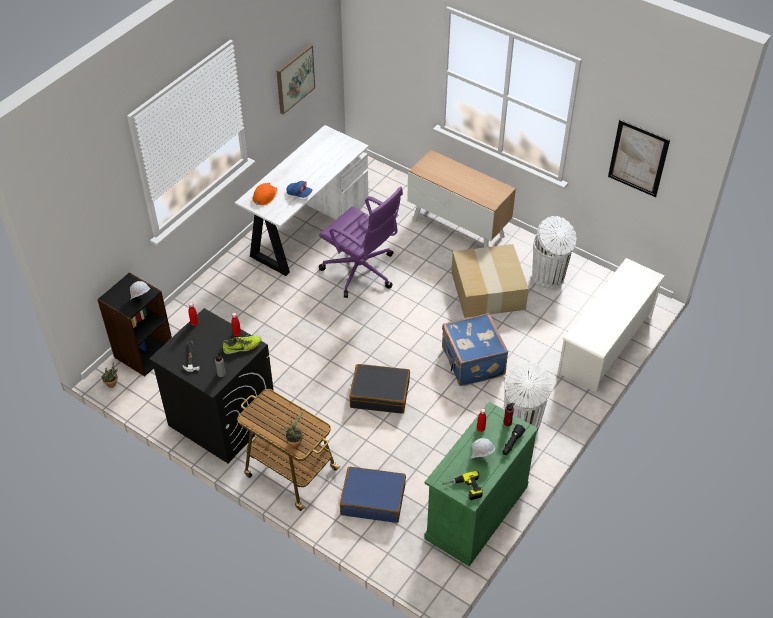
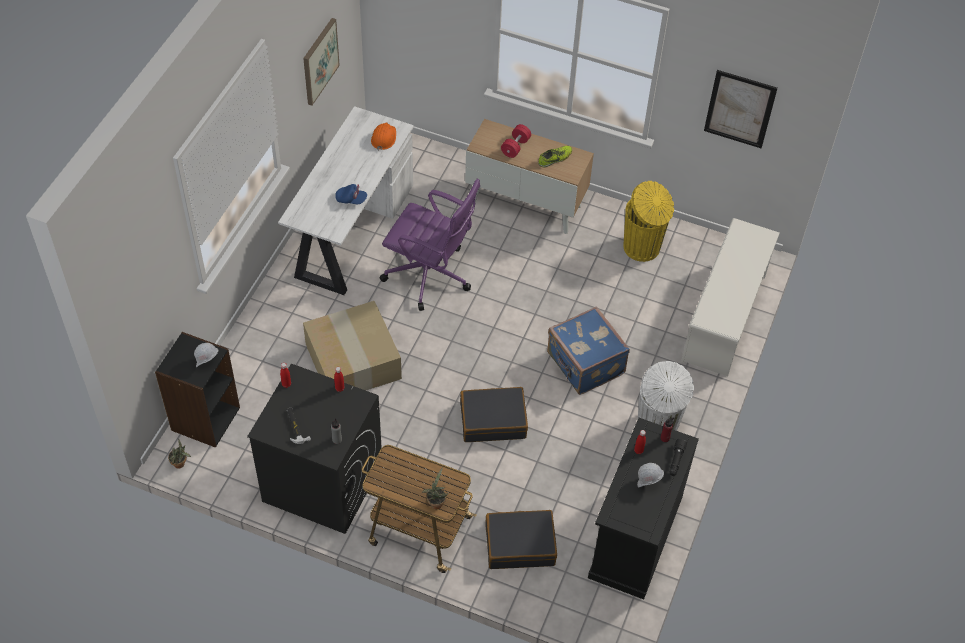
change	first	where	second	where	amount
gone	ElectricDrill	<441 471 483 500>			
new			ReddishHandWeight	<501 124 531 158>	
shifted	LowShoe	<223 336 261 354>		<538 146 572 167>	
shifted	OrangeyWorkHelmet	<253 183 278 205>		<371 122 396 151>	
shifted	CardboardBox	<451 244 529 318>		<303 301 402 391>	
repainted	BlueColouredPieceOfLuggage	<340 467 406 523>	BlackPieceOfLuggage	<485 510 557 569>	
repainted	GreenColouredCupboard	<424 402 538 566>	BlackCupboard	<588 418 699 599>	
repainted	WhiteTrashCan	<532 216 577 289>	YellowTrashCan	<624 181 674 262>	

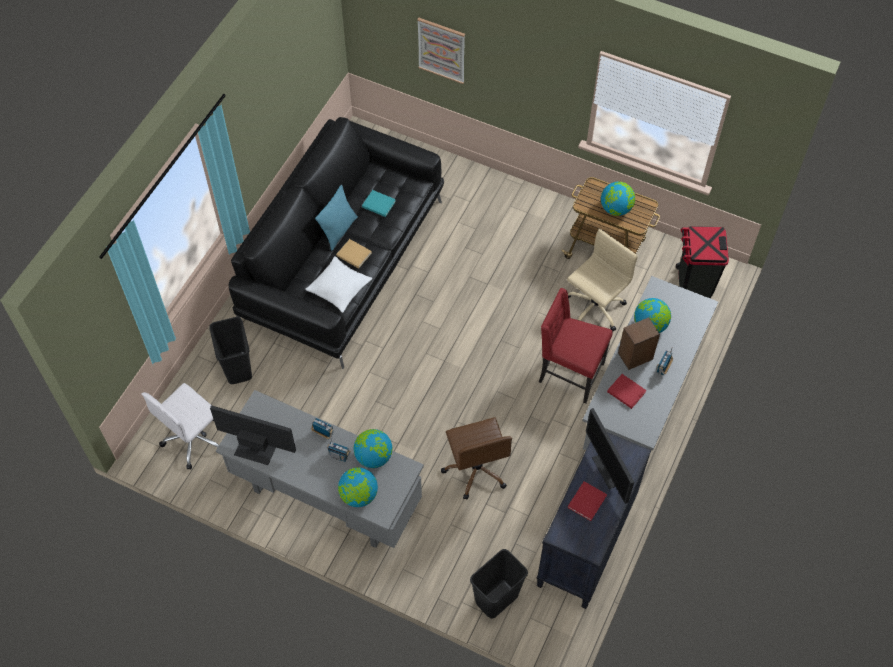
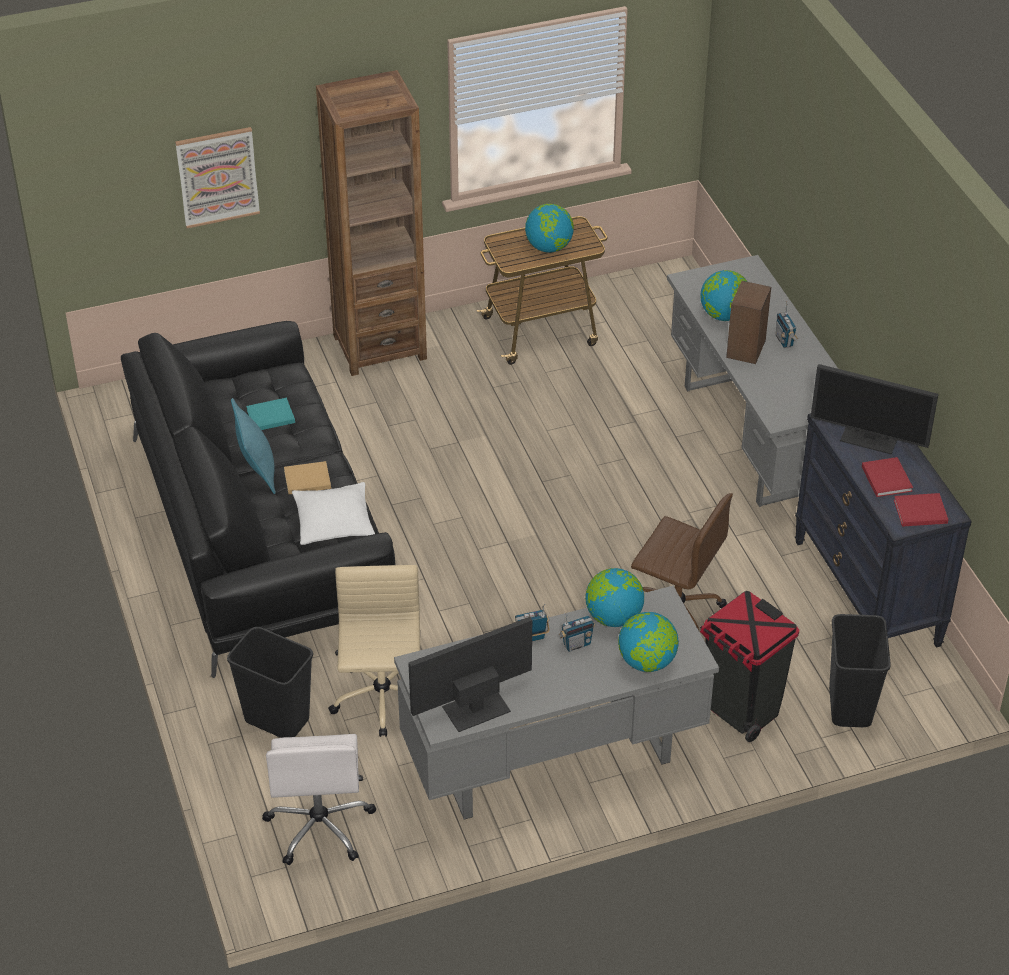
change	first	where	second	where	amount
gone	ReddishPlainChair	<539 288 613 403>			
new			BrownBookshelf	<316 70 427 376>	
shifted	SandColouredOfficeChair	<567 229 638 331>		<328 565 420 737>	
shifted	ReddishBoundBook	<607 374 646 409>		<894 493 949 527>	
shifted	BlackTrashCan	<676 226 729 299>		<700 591 799 742>	

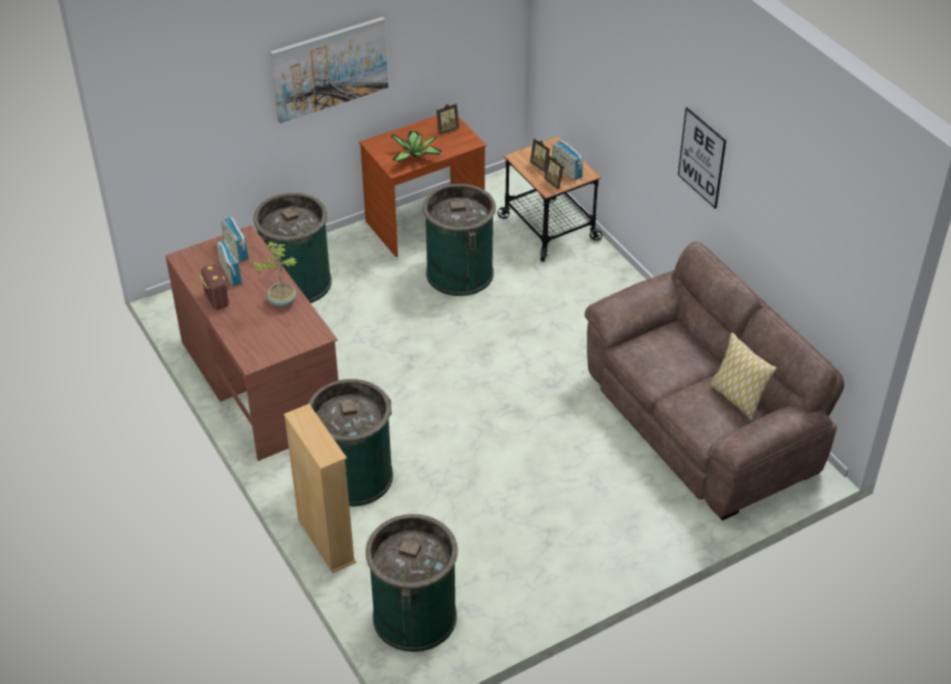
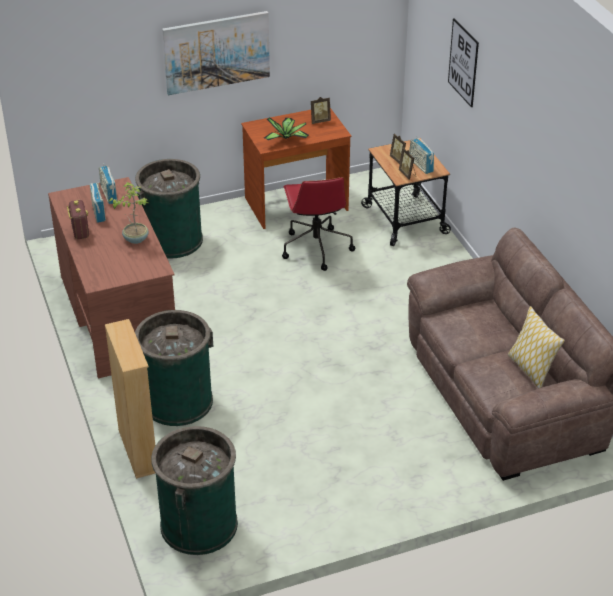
change	first	where	second	where	amount
shifted	WallPicture	<678 107 726 209>		<448 18 479 107>	
swapped	GreenColouredTrashCan	<423 184 496 296>	ReddishOfficeChair	<282 177 355 271>	

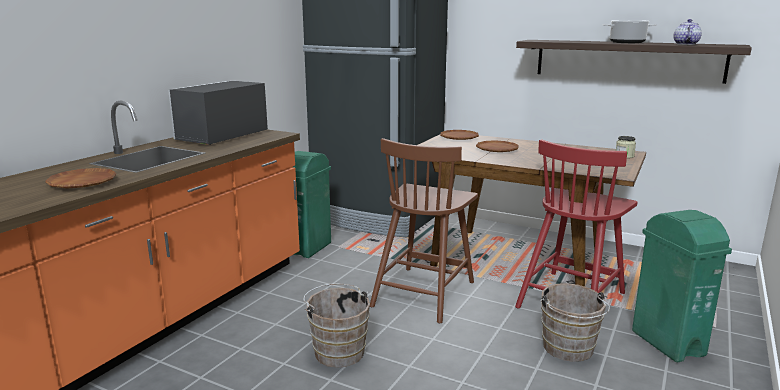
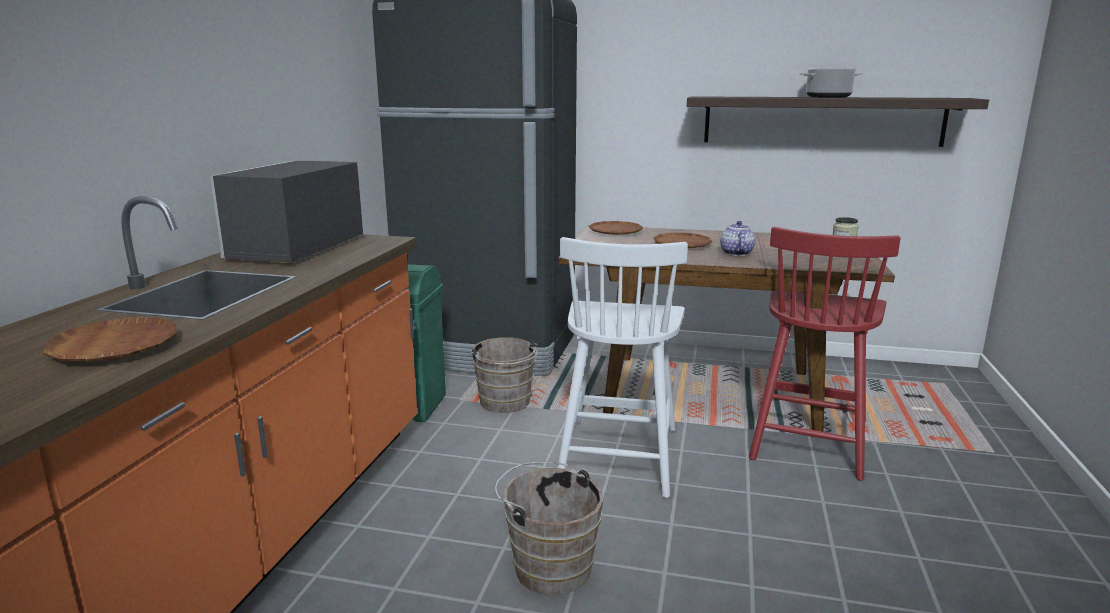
change	first	where	second	where	amount
gone	GreenColouredTrashCan	<632 210 732 362>			
shifted	BrownPail	<540 283 610 362>		<469 337 538 413>	
shifted	TeaPot	<674 19 702 45>		<720 221 755 256>	
repainted	BrownPlainChair	<370 138 478 323>	WhitePlainChair	<557 237 688 498>	

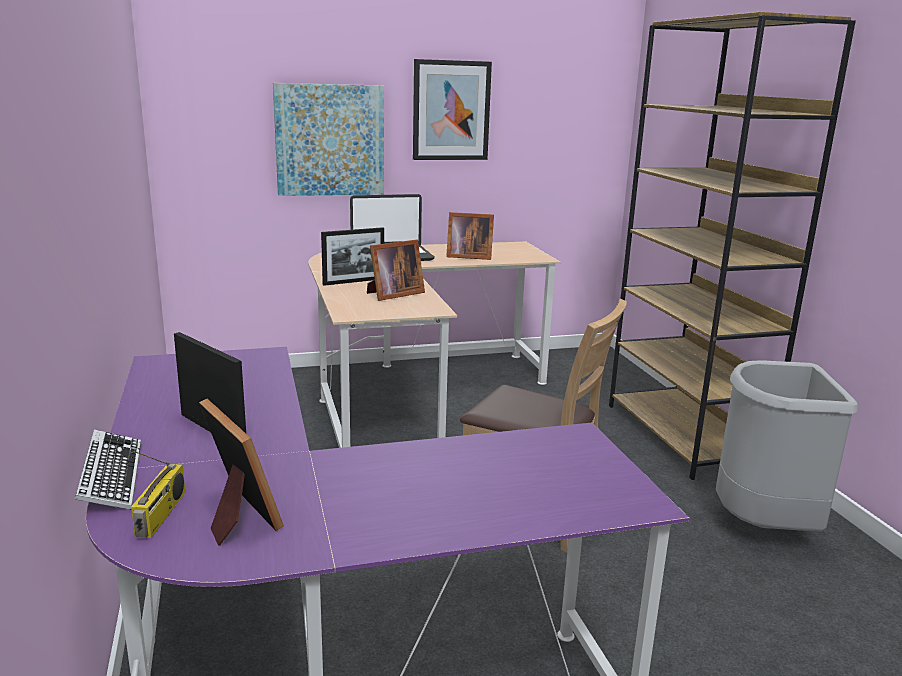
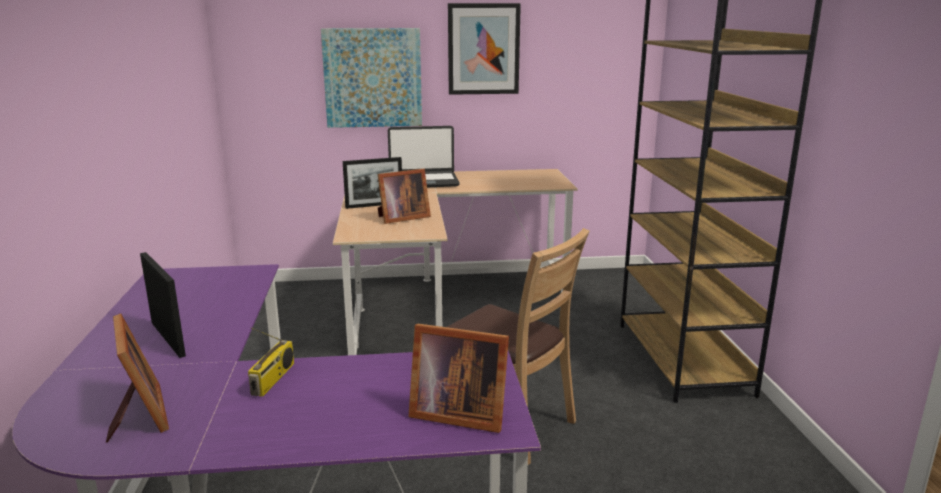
change	first	where	second	where	amount
gone	PcKeyboard	<75 430 141 510>			
gone	GreyTrashCan	<716 361 858 532>			
shifted	RadioSet	<131 451 185 538>		<248 327 294 397>	
shifted	PhotoFrame	<446 212 494 260>		<408 324 509 433>	

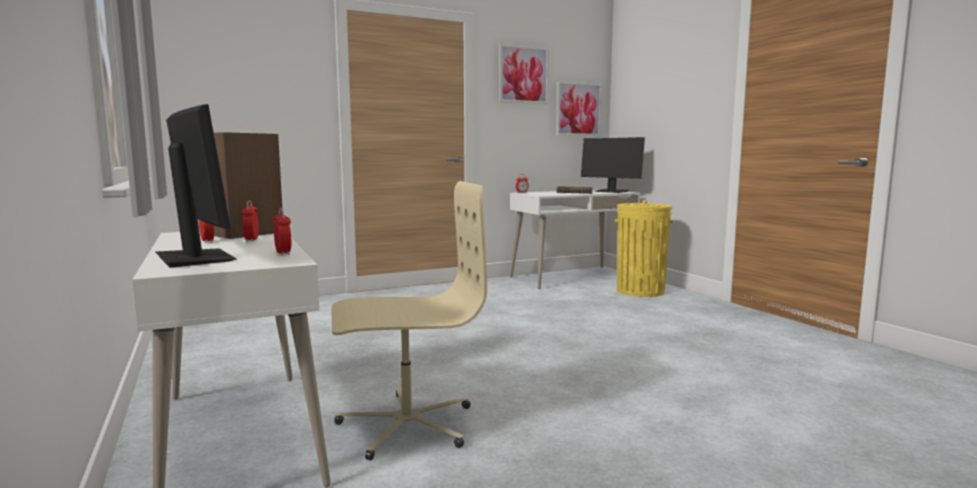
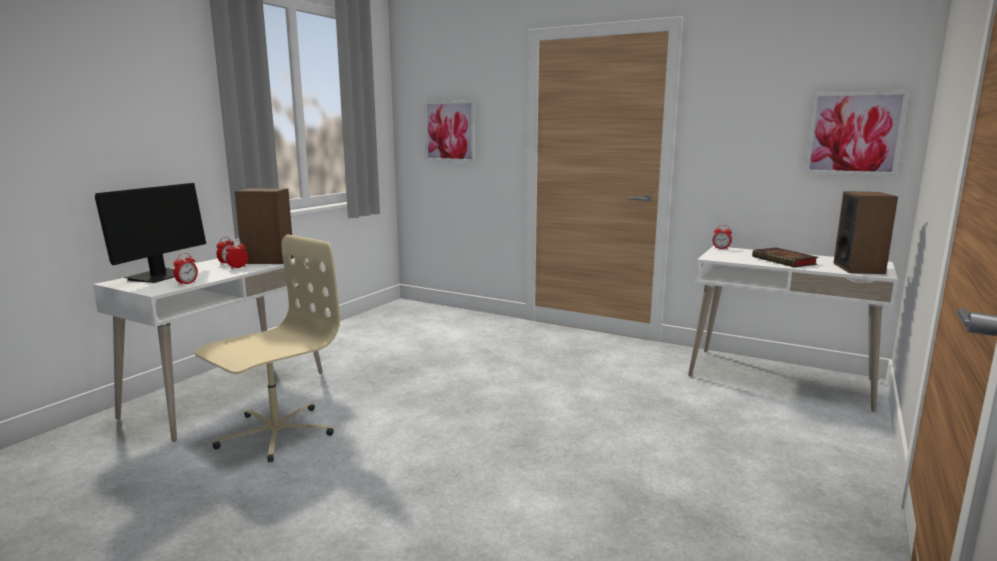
change	first	where	second	where	amount
gone	YellowTrashCan	<615 200 673 297>			
shifted	WallPicture	<499 44 549 104>		<424 101 475 162>	
swapped	ComputerDisplay	<581 137 645 193>	Speaker	<833 191 898 274>	
rotated	SandColouredOfficeChair	<331 181 487 460>		<195 234 340 462>	90 degrees counterclockwise

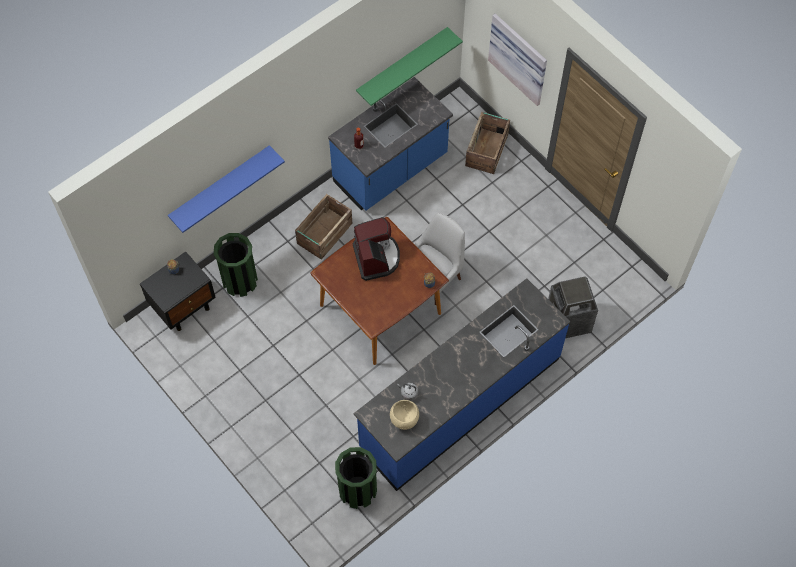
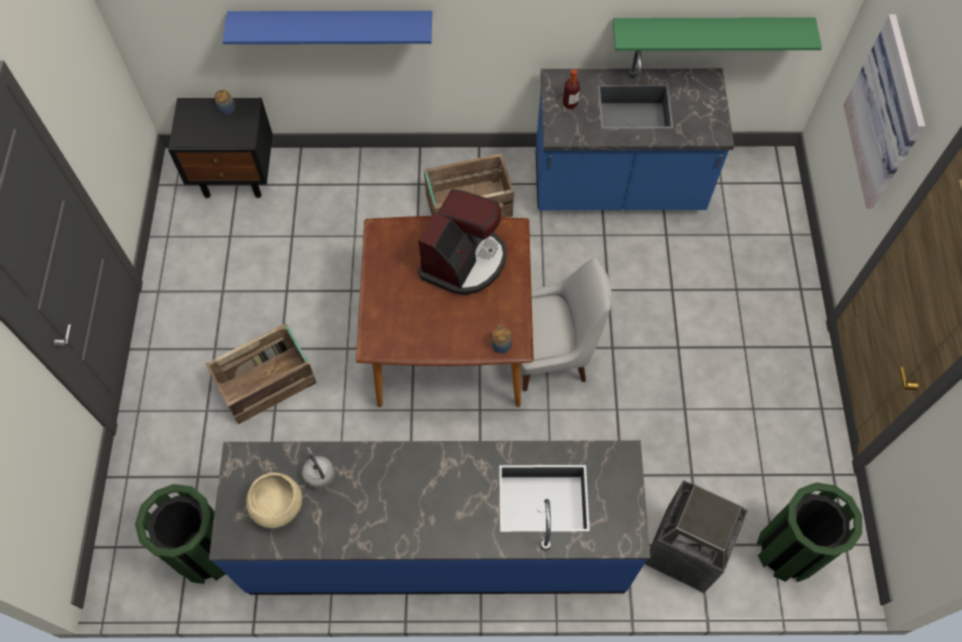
change	first	where	second	where	amount
shifted	GreenColouredTrashCan	<214 233 258 297>		<757 482 862 582>	
shifted	ShippingCrate	<465 112 510 174>		<206 323 317 424>	

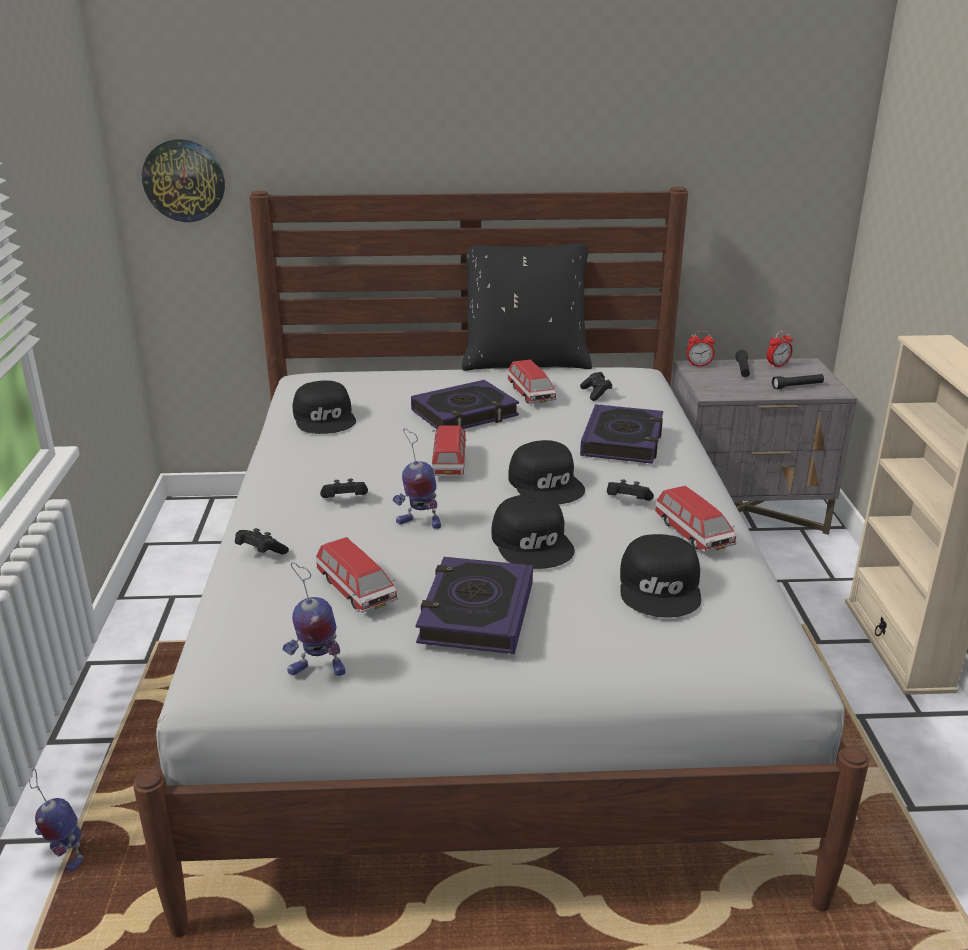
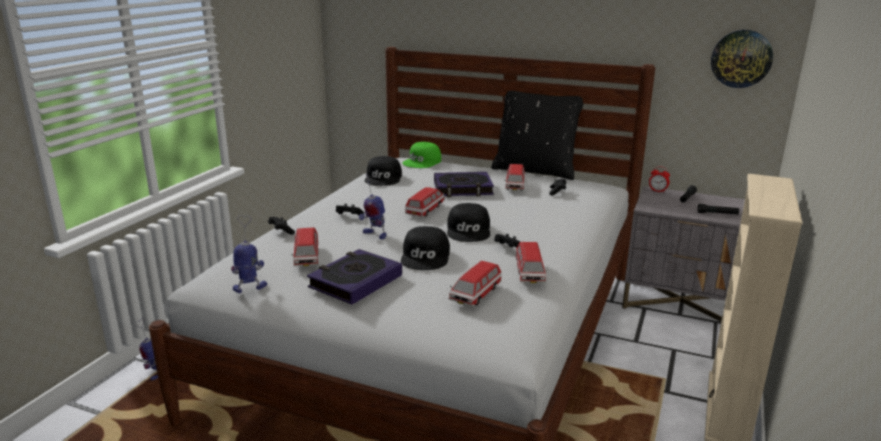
change	first	where	second	where	amount
gone	BoundBook	<580 404 663 464>			
gone	AlarmClock	<767 331 793 368>			
new			GreenColouredPeakedCap	<402 142 441 168>	
shifted	WallClock	<142 139 225 222>		<711 30 773 88>	
swapped	BlackPeakedCap	<620 534 702 618>	ModelCar	<448 261 502 306>	
rotated	ToyRobot	<283 562 346 676>		<231 215 267 293>	135 degrees clockwise

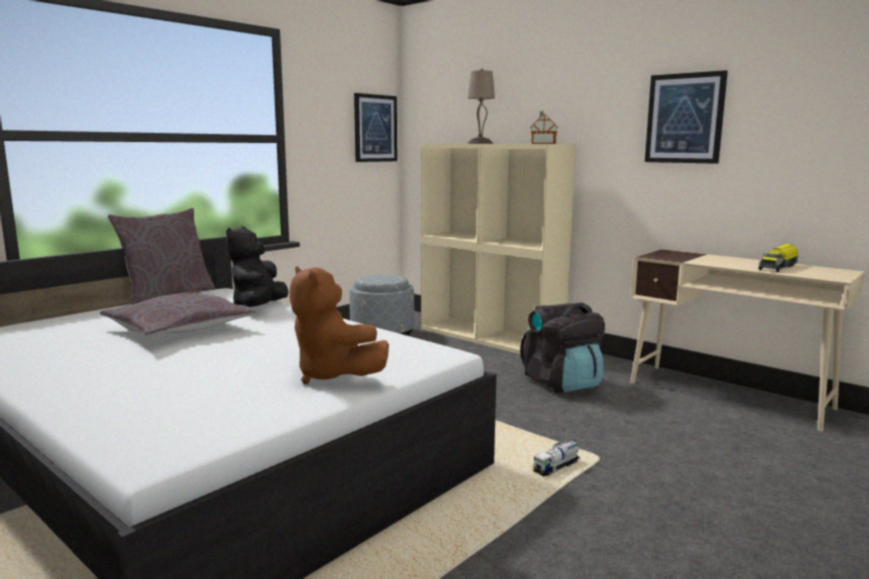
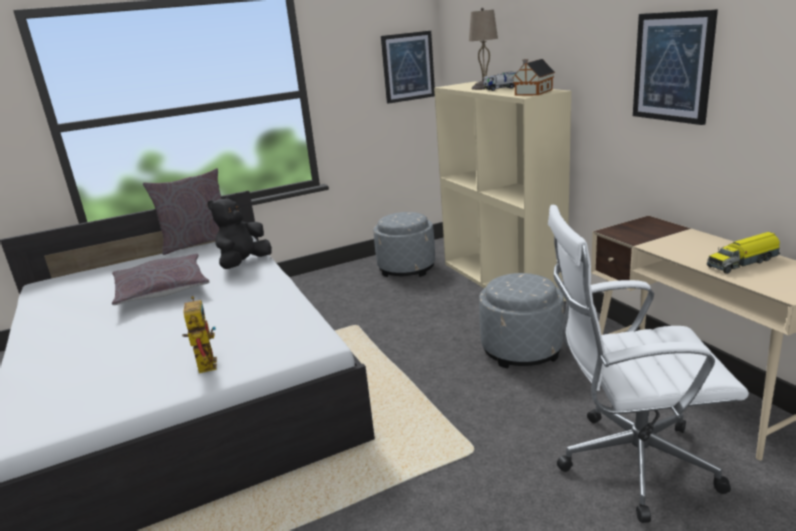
change	first	where	second	where	amount
new			WhiteOfficeChair	<548 204 749 523>	
shifted	ModelTruck	<533 439 580 476>		<483 71 517 91>	
swapped	BrownSoftToy	<289 266 389 384>	ToyRobot	<182 296 217 373>	
swapped	BlackKnapsack	<520 303 605 393>	GreyFootrest	<479 273 564 368>	

